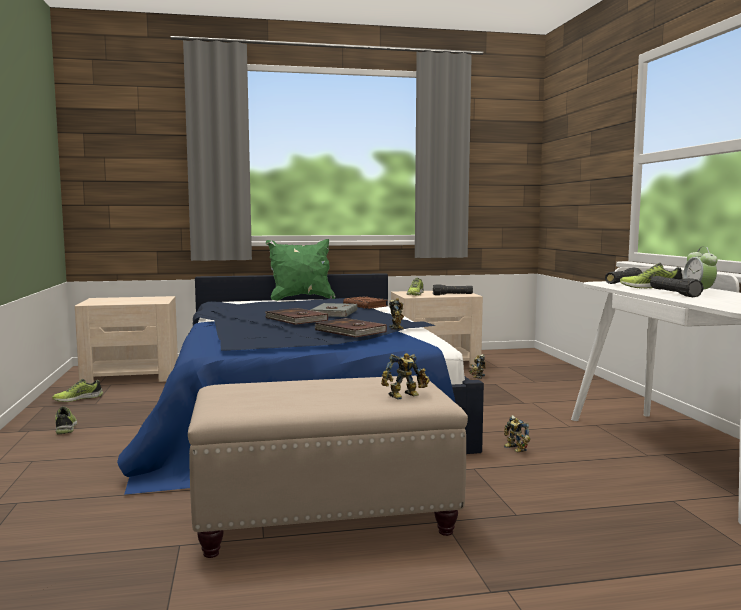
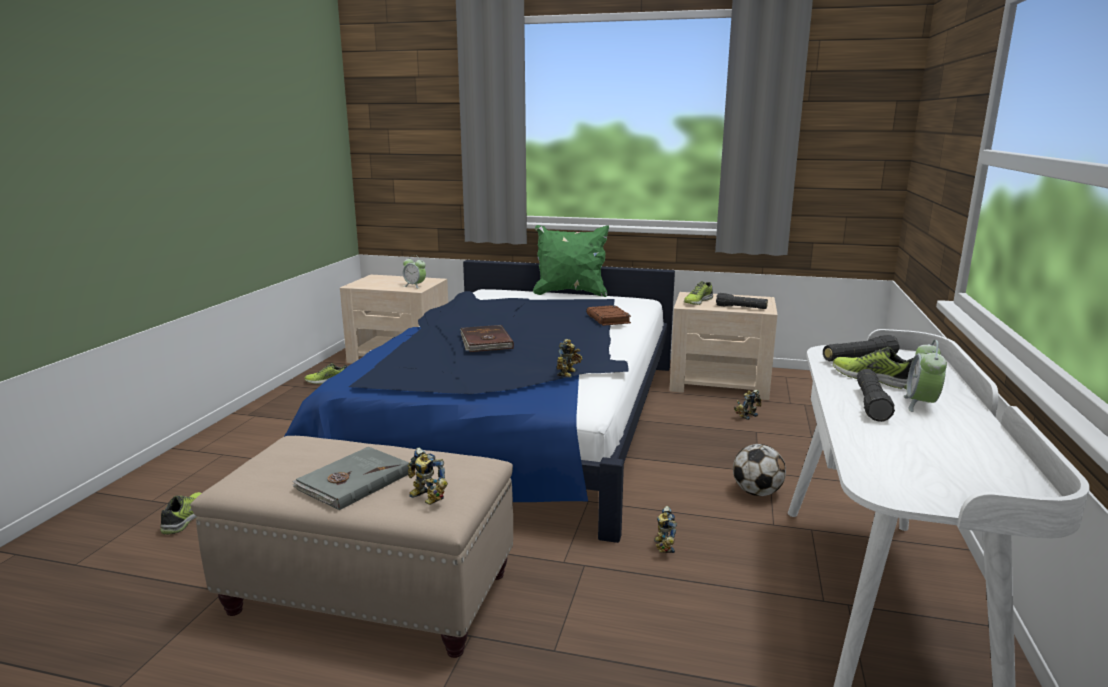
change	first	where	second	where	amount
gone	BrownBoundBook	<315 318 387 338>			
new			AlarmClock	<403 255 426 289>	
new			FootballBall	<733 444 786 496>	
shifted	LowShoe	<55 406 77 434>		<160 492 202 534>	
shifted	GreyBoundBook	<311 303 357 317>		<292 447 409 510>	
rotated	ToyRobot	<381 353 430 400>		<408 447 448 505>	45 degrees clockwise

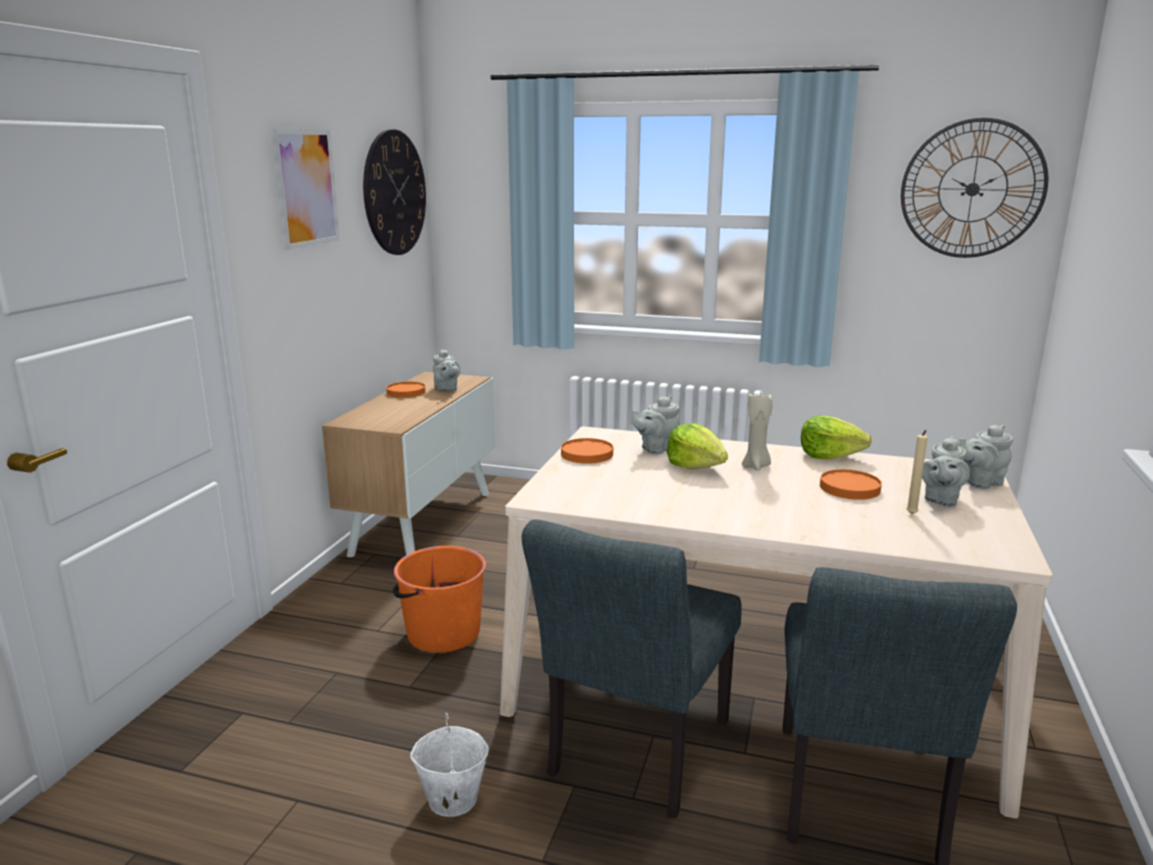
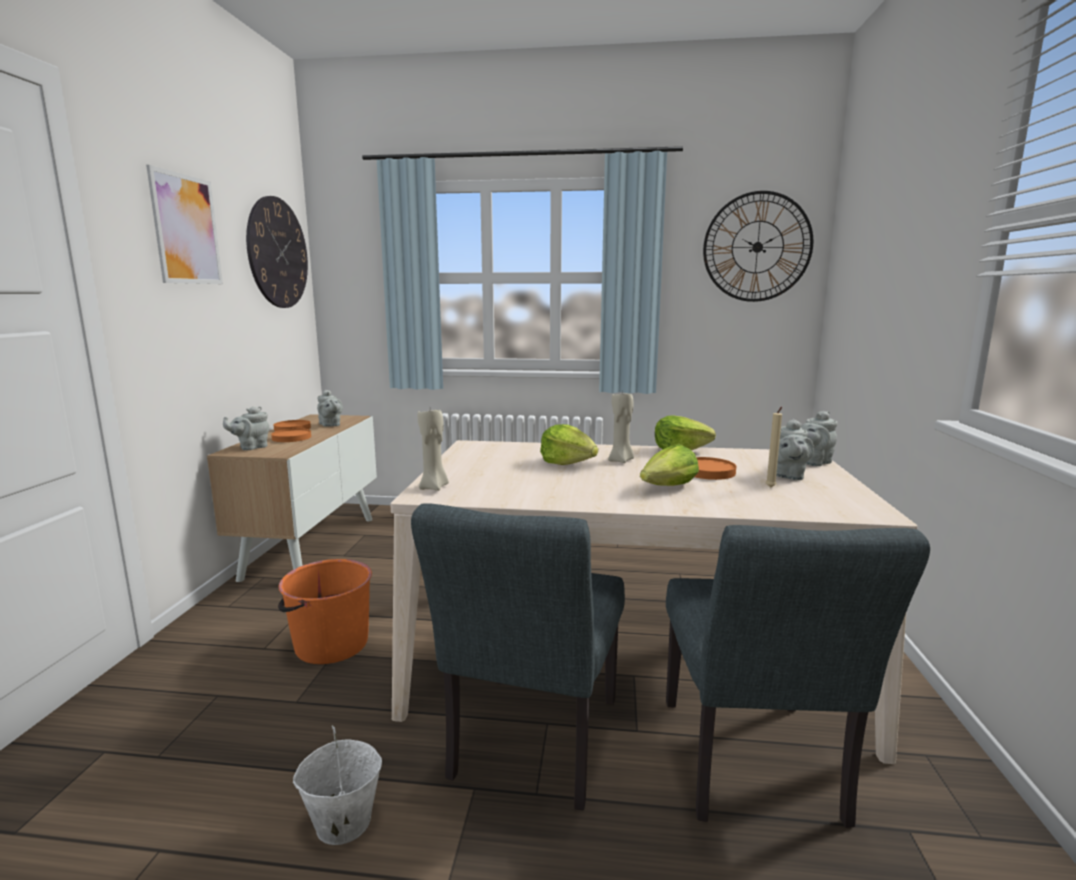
change	first	where	second	where	amount
new			SandColouredWaxCandle	<418 410 449 491>	
new			LettuceHead	<640 444 699 486>	
shifted	OrangeyDinnerPlate	<561 438 613 464>		<271 428 311 442>	
shifted	GreyTeaPot	<632 396 680 454>		<223 406 269 450>	

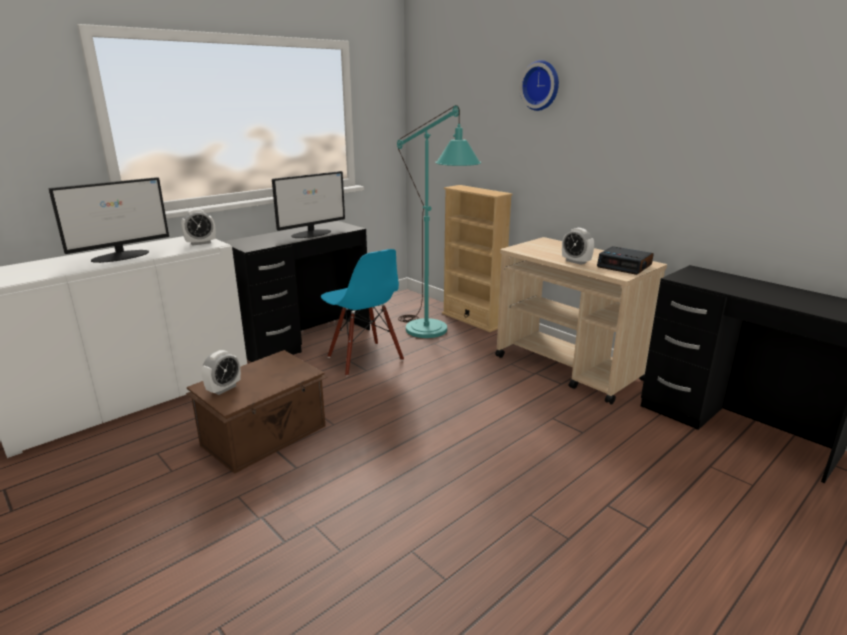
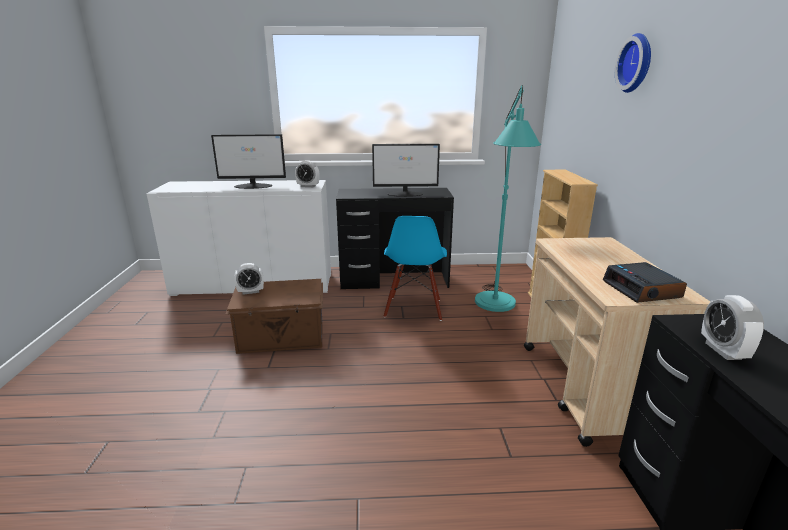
change	first	where	second	where	amount
shifted	AlarmClock	<562 228 594 265>		<701 295 764 360>	

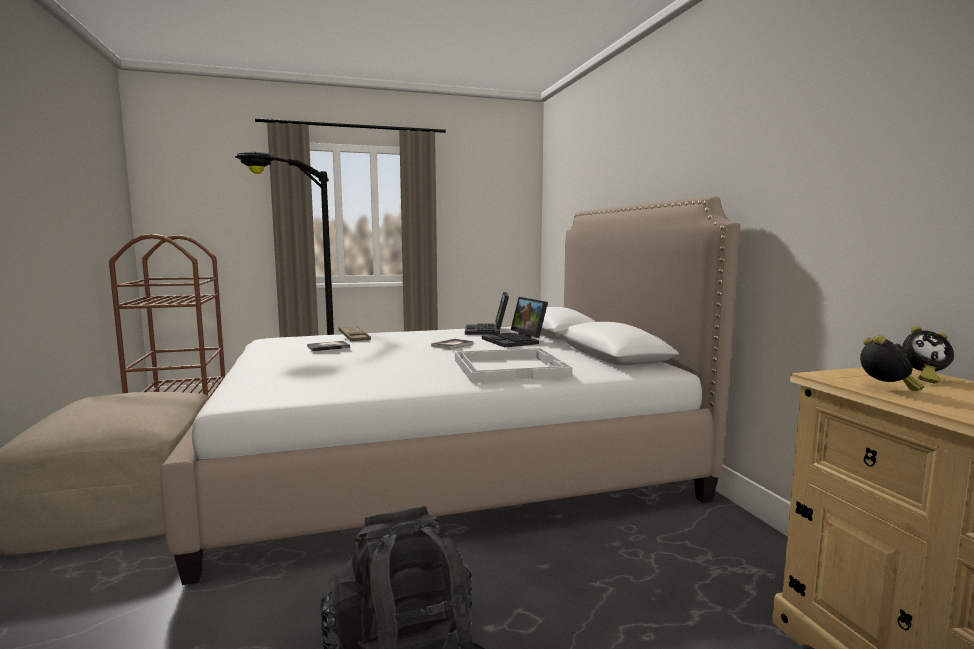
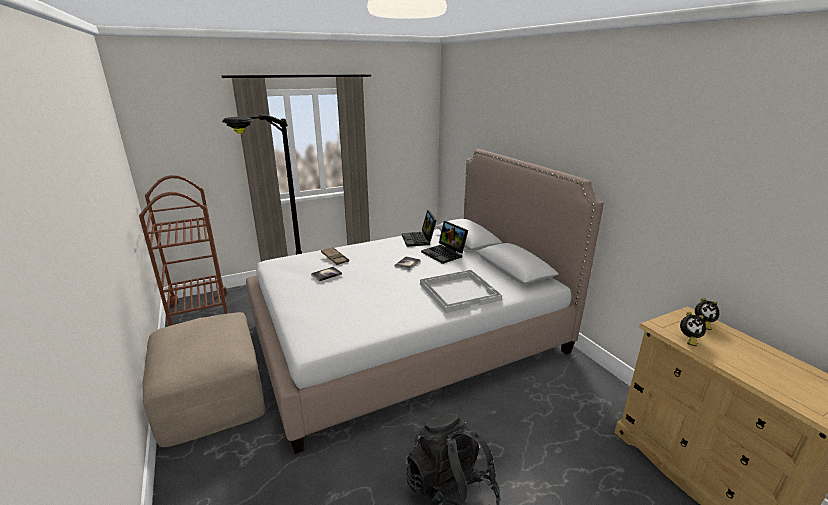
change	first	where	second	where	amount
rotated	AlarmClock	<860 335 924 391>		<680 312 706 346>	90 degrees clockwise

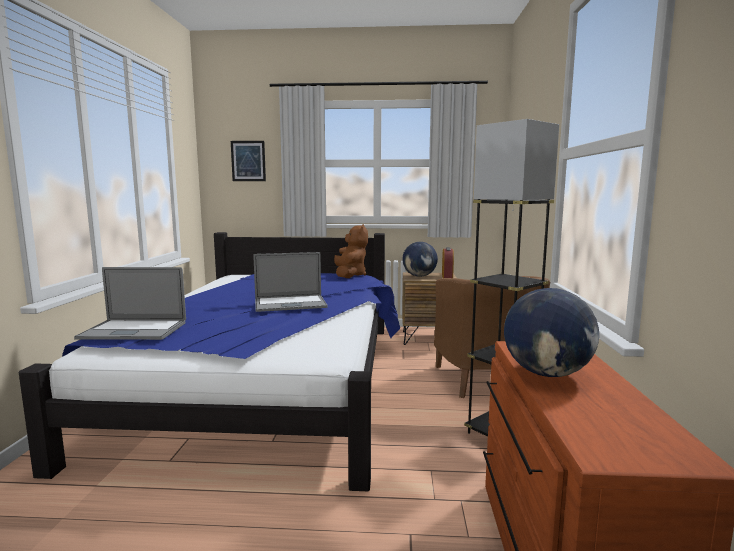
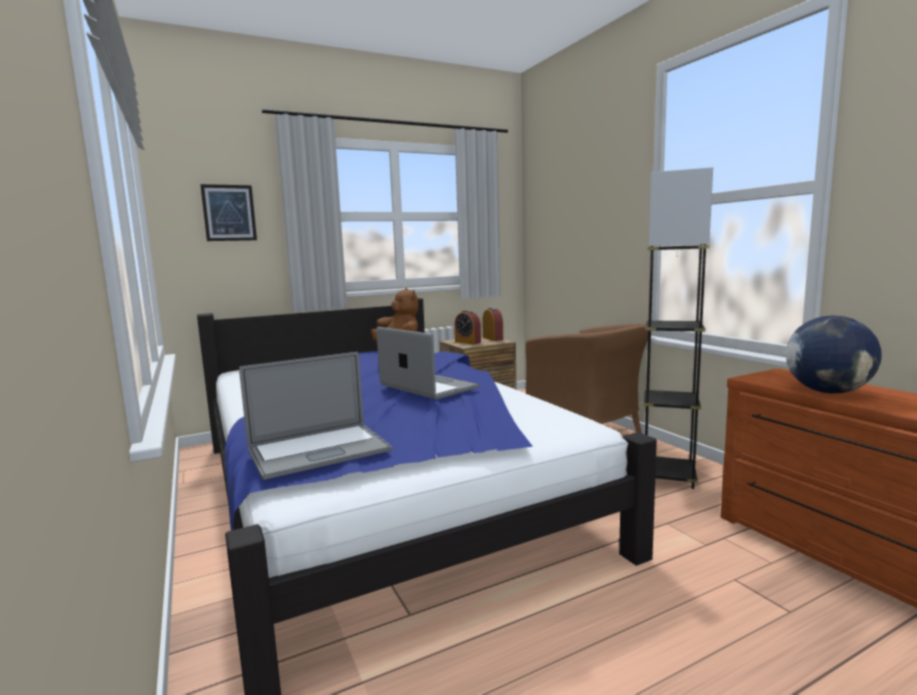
change	first	where	second	where	amount
swapped	DeskGlobe	<402 242 438 277>	AlarmClock	<455 310 481 344>	
rotated	PortableComputer	<254 252 327 312>		<377 327 479 399>	90 degrees counterclockwise

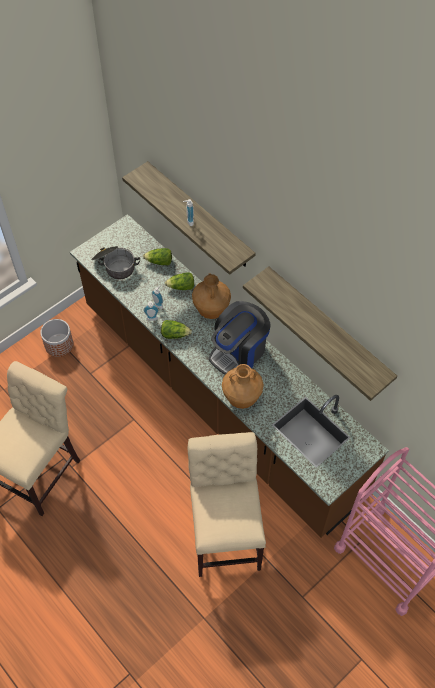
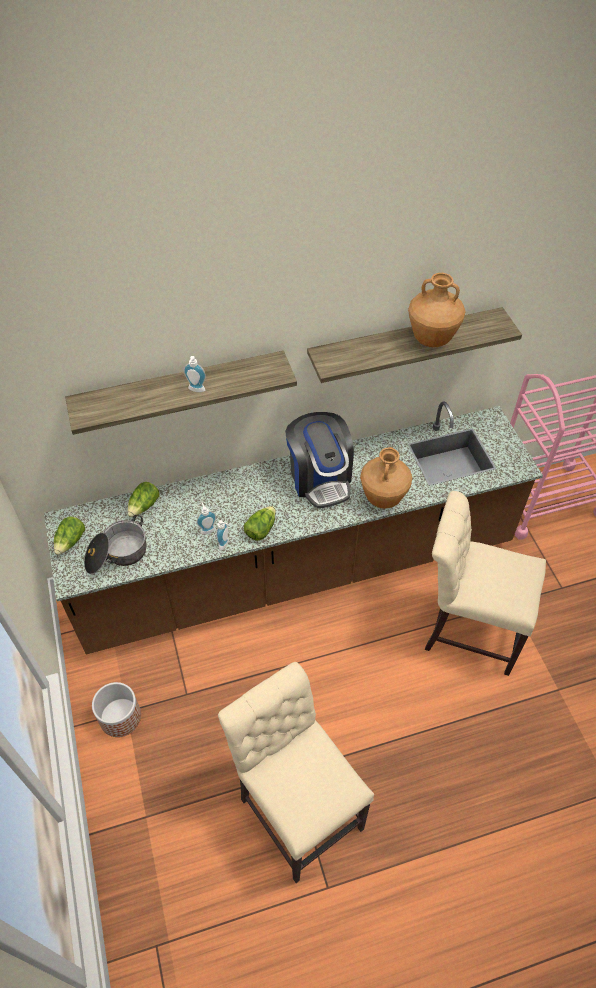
change	first	where	second	where	amount
shifted	LettuceHead	<165 272 194 290>		<54 517 85 555>	
shifted	BrownFlowerVase	<192 273 231 319>		<408 273 466 347>	

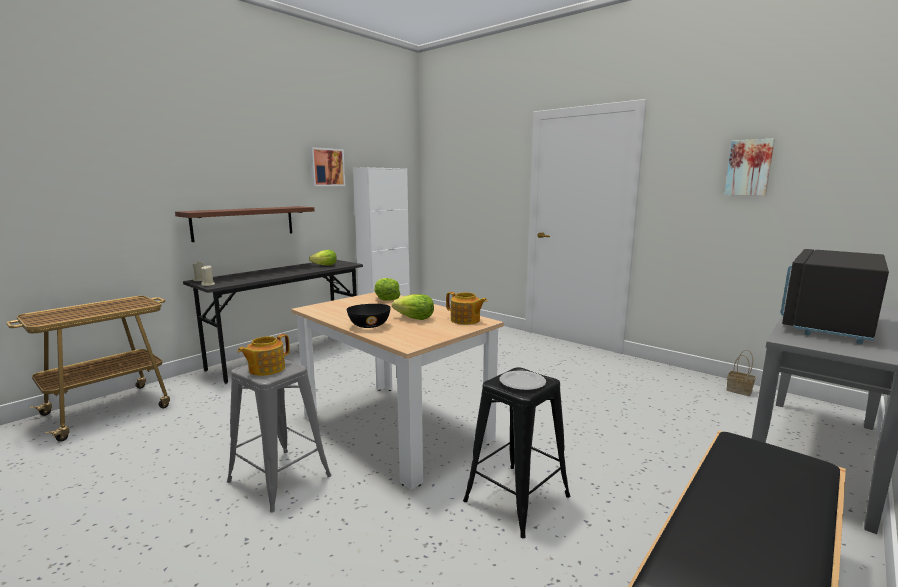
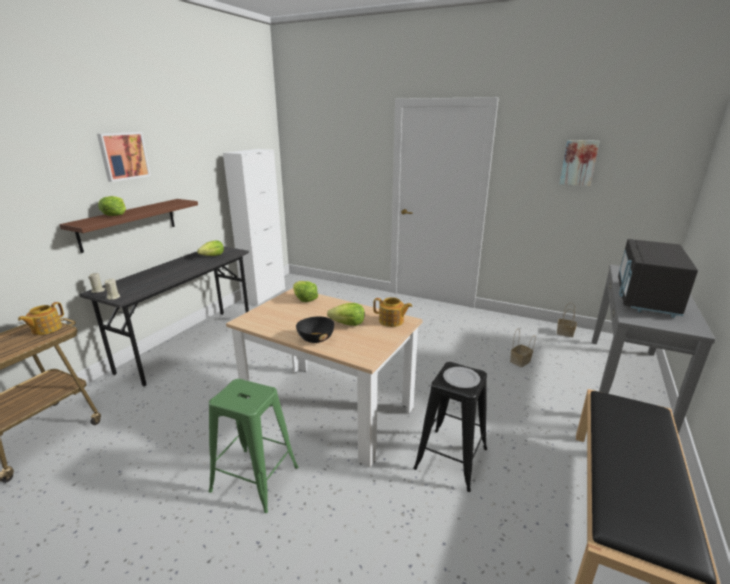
change	first	where	second	where	amount
new			LettuceHead	<98 196 126 216>	
new			Basket	<510 328 536 367>	
shifted	TeaPot	<237 334 290 376>		<18 302 64 335>	
shifted	WallPicture	<309 147 345 186>		<97 132 151 182>	
repainted	GreySittingStool	<227 359 332 513>	GreenColouredSittingStool	<208 379 298 513>	

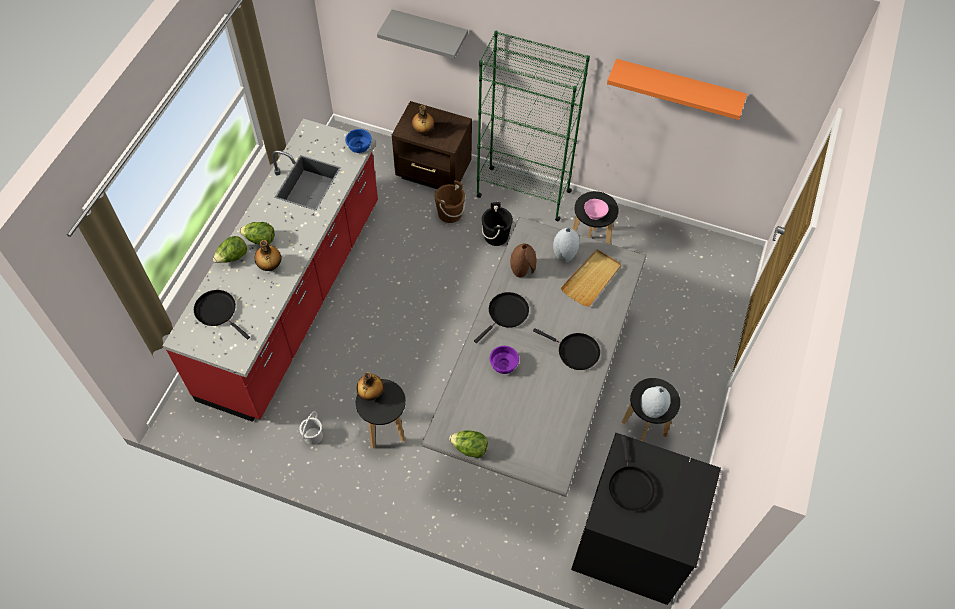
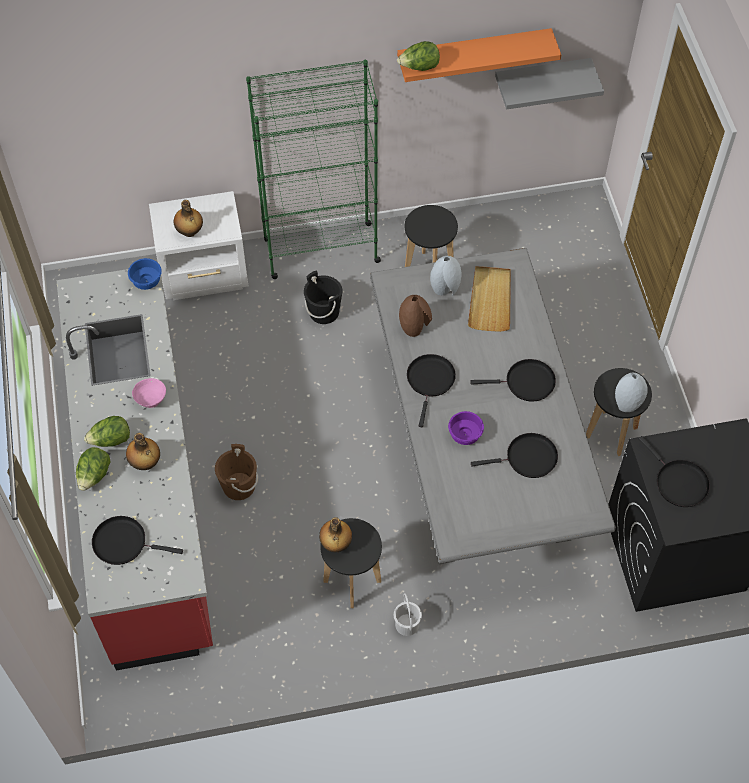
change	first	where	second	where	amount
new			BlackPan	<471 433 558 478>	
shifted	WhitePail	<299 411 323 445>		<394 593 422 636>	
shifted	GreyBracketShelf	<377 9 468 59>		<495 58 604 110>	
shifted	BrownPail	<434 180 465 223>		<215 444 258 500>	
shifted	LettuceHead	<449 430 488 458>		<397 41 440 71>	
shifted	PinkDeepDish	<584 199 609 220>		<132 378 166 408>	
repainted	BrownNightstand	<392 101 472 189>	WhiteNightstand	<149 191 248 300>	

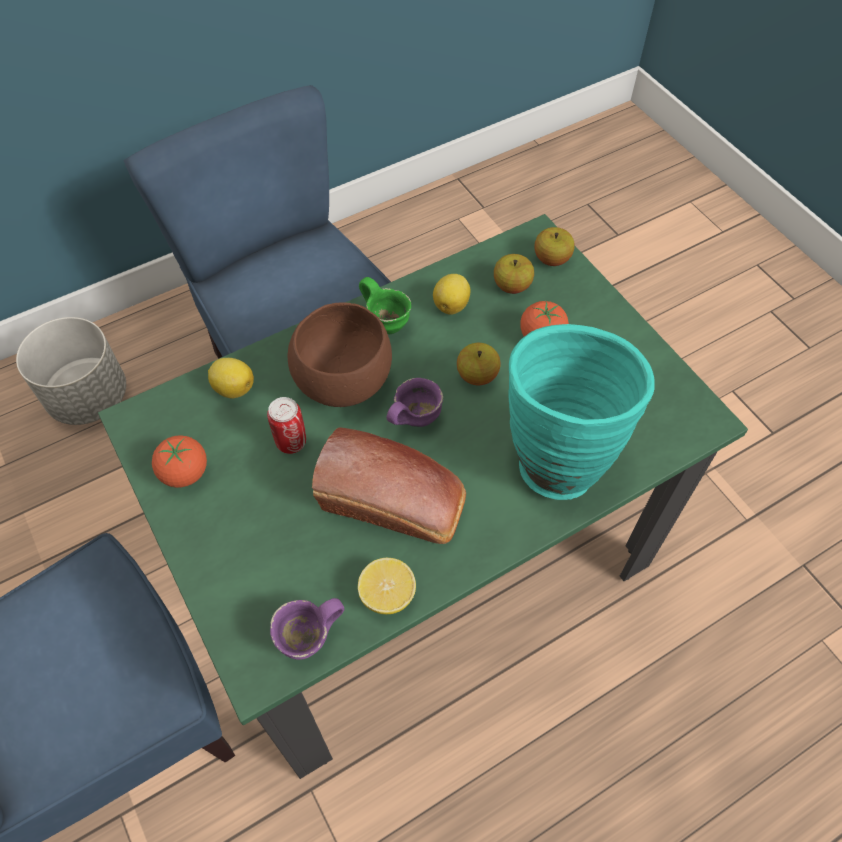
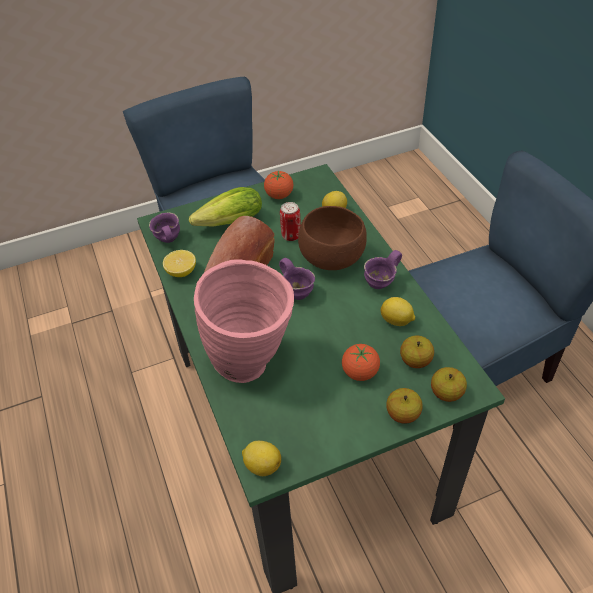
change	first	where	second	where	amount
gone	GreyPlantPot	<16 317 126 425>			
new			LettuceHead	<189 187 262 227>	
new			Lemon	<242 441 281 476>	
shifted	AppleFruit	<457 343 501 385>		<386 388 423 424>	
repainted	GreenColouredTeaMug	<359 277 411 334>	PurplishTeaMug	<364 250 402 289>	
repainted	BlueGreenFlowerVase	<508 324 655 500>	PinkFlowerVase	<194 259 294 383>	

